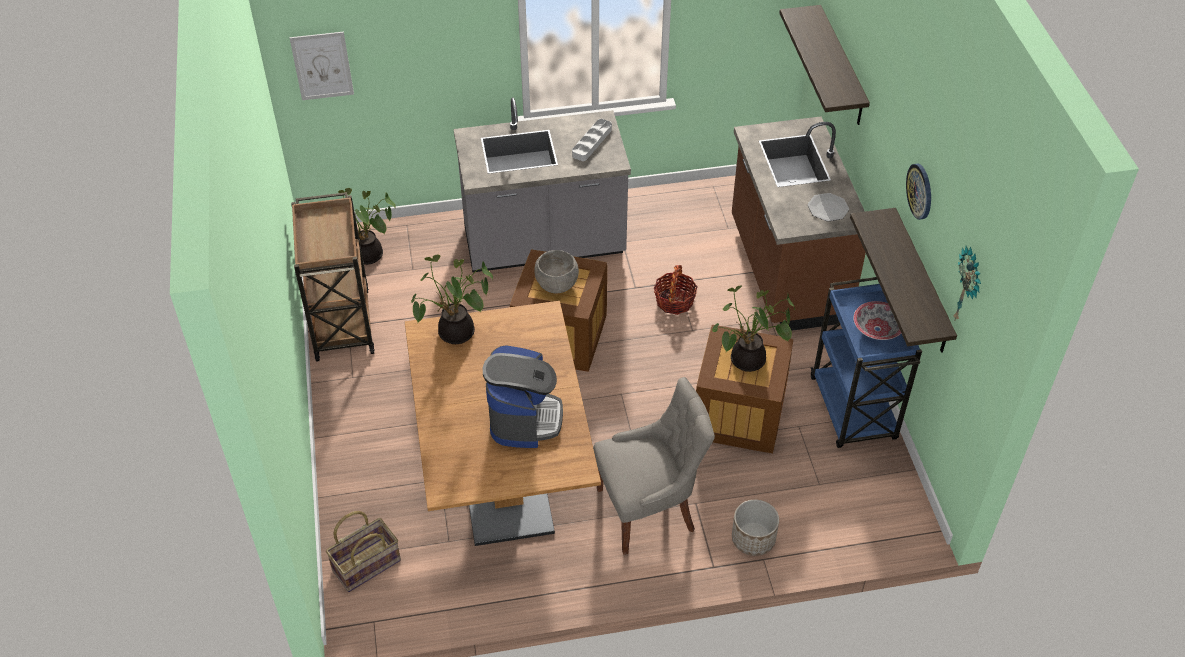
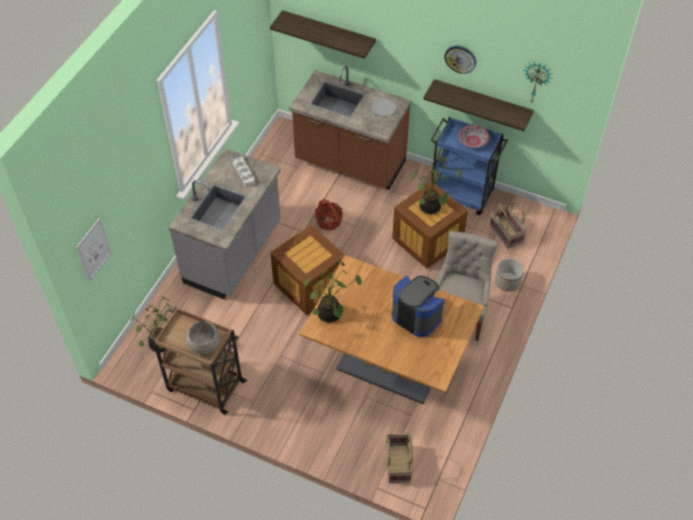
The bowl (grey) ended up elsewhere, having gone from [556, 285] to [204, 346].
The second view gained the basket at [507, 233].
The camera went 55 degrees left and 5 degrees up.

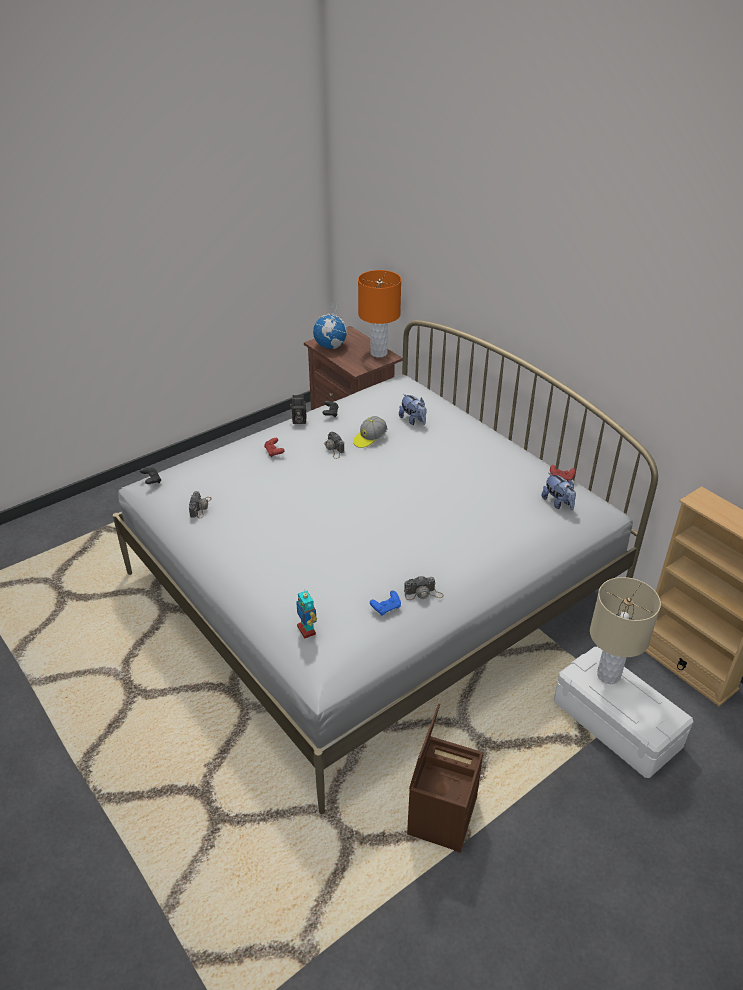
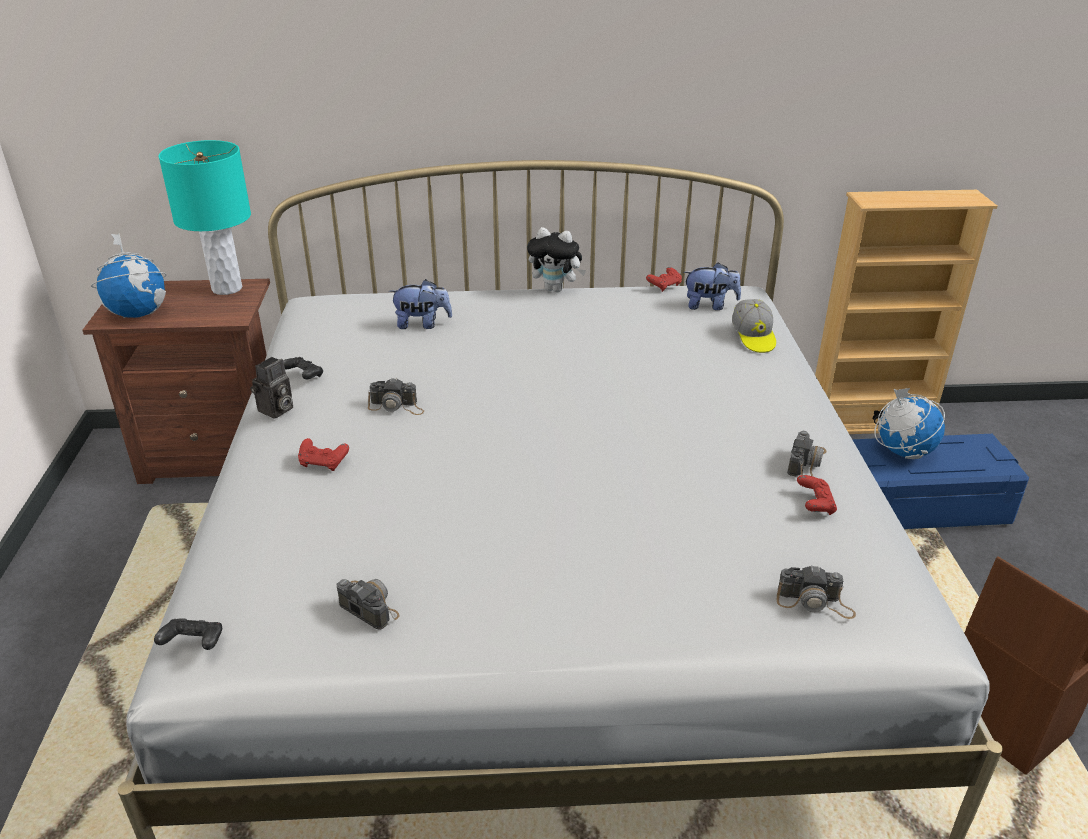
What was the table lamp (orange) at [378, 353] turned into the table lamp (turquoise) at [226, 288].
The cap ended up elsewhere, having gone from [369, 438] to [753, 337].
Where the table lamp (beige) stood at [609, 675], the globe came to stand at [903, 452].
Where the toy robot stood at [307, 630], the photo camera came to stand at [815, 602].
What was the game controller (blue) at [386, 608] turned into the game controller (red) at [815, 504].
What was the storage box (white) at [617, 724] turned into the storage box (blue) at [922, 504].
The second view gained the plush toy at [556, 289].
The camera went 55 degrees left and 5 degrees down.

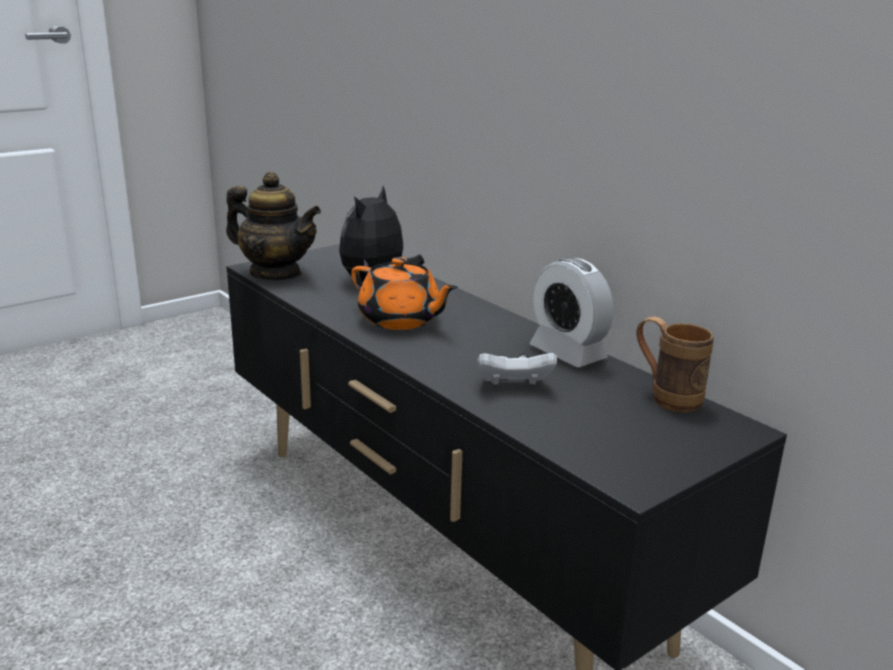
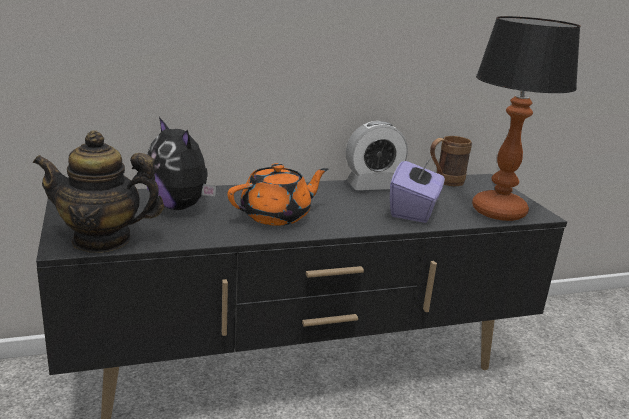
The teapot at [276, 274] ended up facing another way, 135 degrees counterclockwise from before.
Where the game controller (white) stood at [514, 386], the tissue box (purple) came to stand at [414, 210].
The second view gained the table lamp at [497, 211].
The camera went 70 degrees left and 0 degrees up.

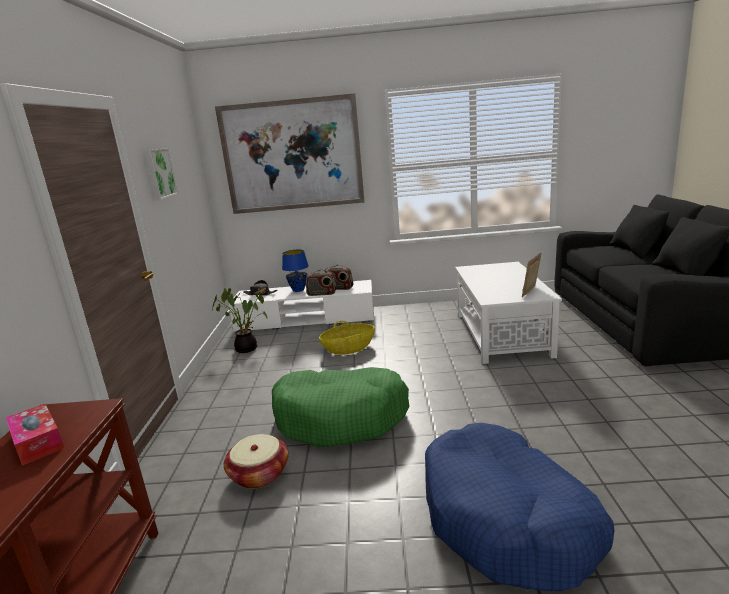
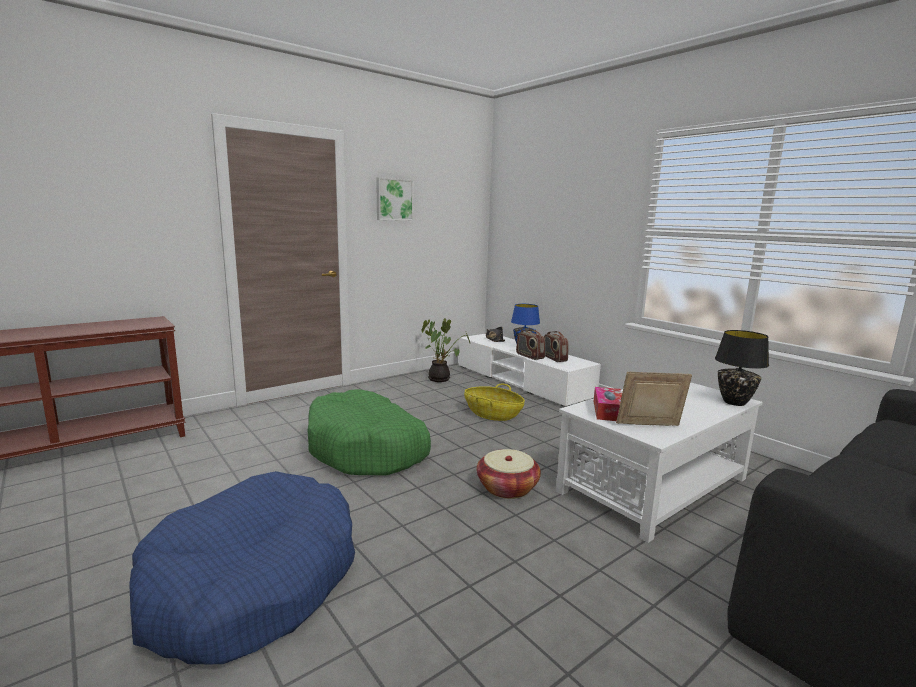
The second view lost the picture at [292, 155].
The tissue box ended up elsewhere, having gone from [38, 442] to [608, 411].
The basket ended up elsewhere, having gone from [259, 474] to [507, 488].
The second view gained the table lamp (black) at [733, 402].
The camera went 50 degrees right and 5 degrees down.

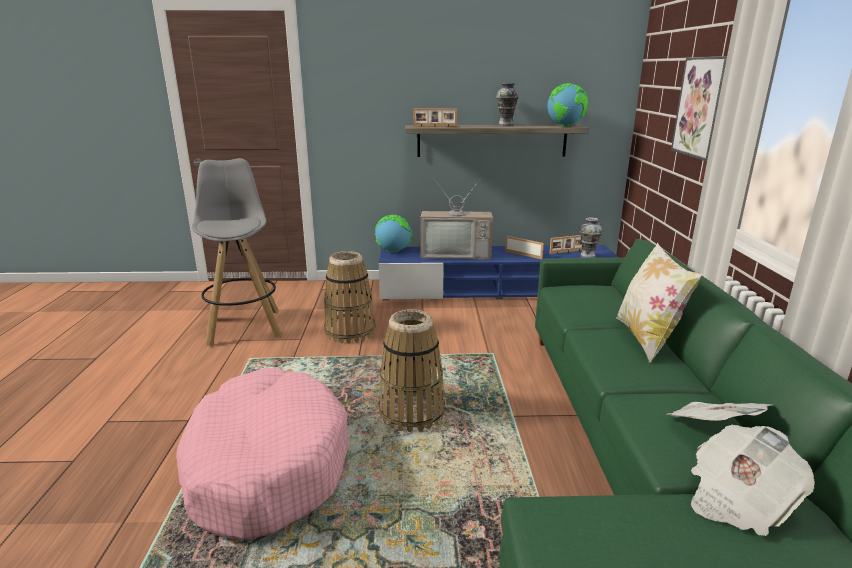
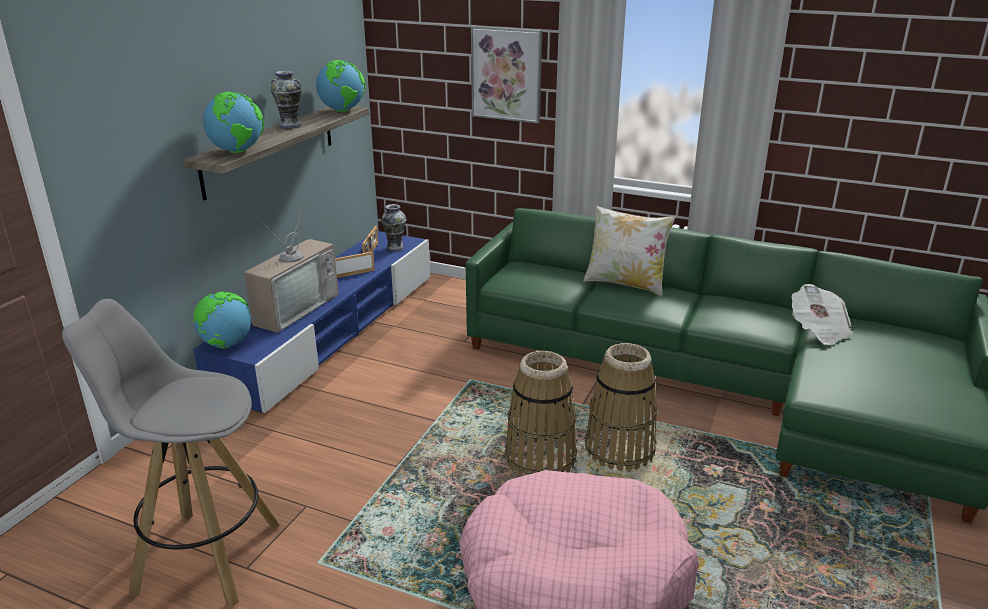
Where the picture frame stood at [435, 126], the globe came to stand at [237, 151].
The basket ended up elsewhere, having gone from [350, 331] to [619, 449].
The second view lost the newspaper at [711, 429].
The camera went 65 degrees left and 5 degrees up.

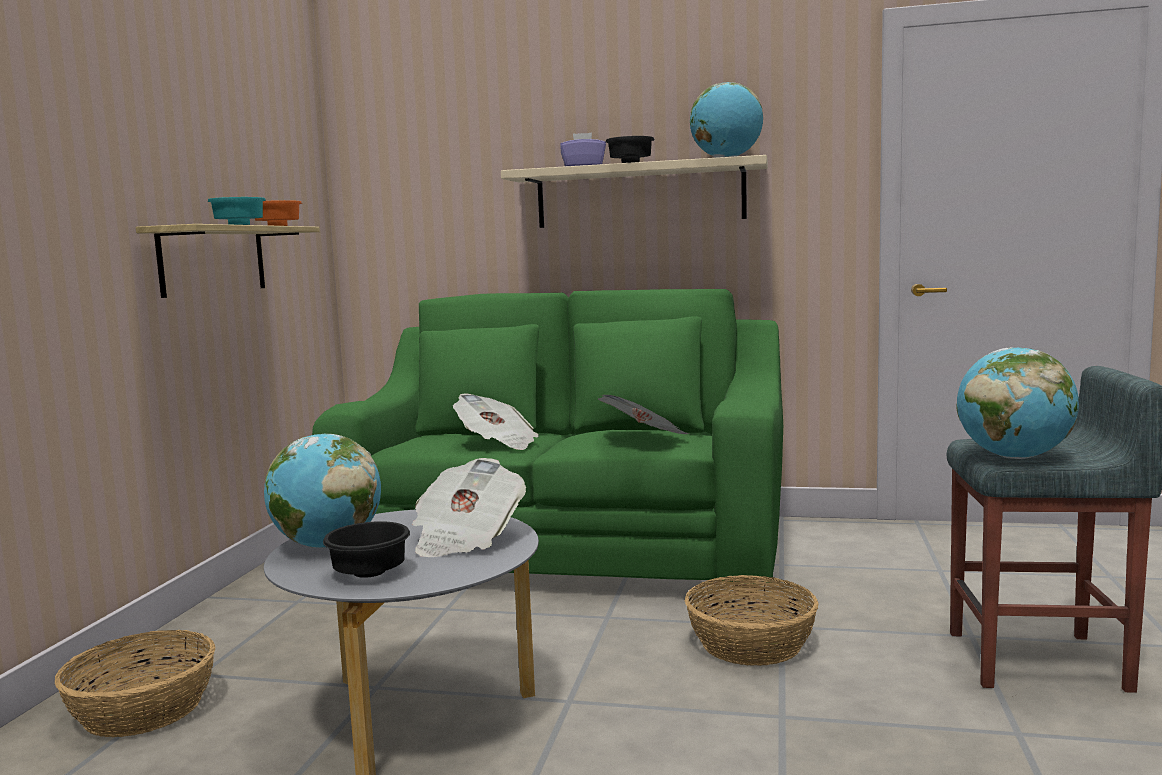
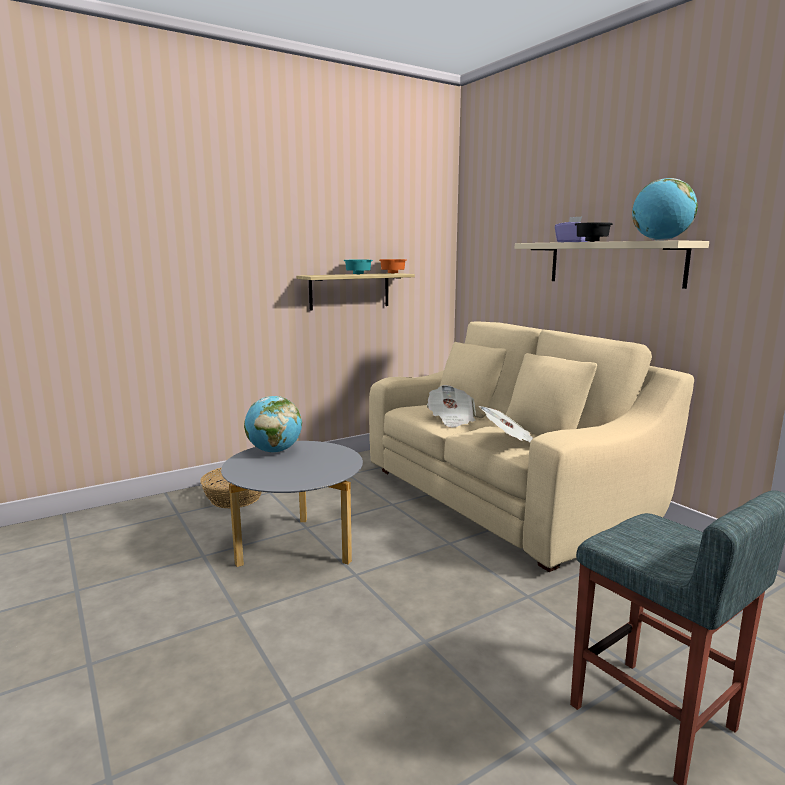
What was the sofa (green) at [567, 549] turned into the sofa (beige) at [503, 496].
The second view lost the globe at [1014, 457].
The second view lost the newspaper at [465, 539].
The second view lost the bowl (black) at [367, 573].
The second view lost the basket at [751, 643].
The camera went 45 degrees right and 5 degrees up.

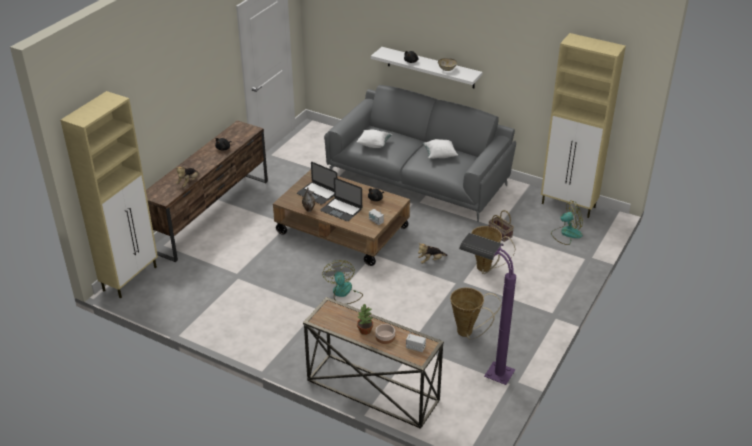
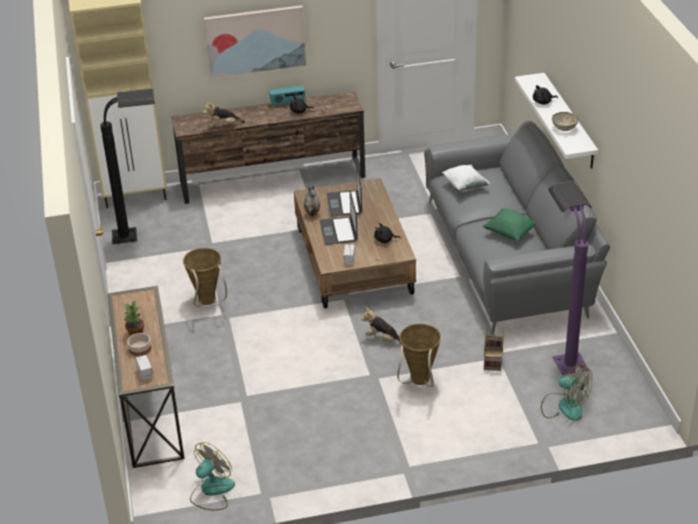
The second view lost the cabinet (beige) at [569, 206].
What was the pillow (white) at [439, 155] turned into the pillow (green) at [509, 233].
The floor lamp (purple) ended up elsewhere, having gone from [483, 369] to [562, 353].
The fan ended up elsewhere, having gone from [343, 293] to [211, 491].
The basket ended up elsewhere, having gone from [468, 333] to [207, 303].
The second view gained the picture at [255, 40].
The second view gained the radio at [287, 103].
The second view gained the floor lamp (black) at [142, 235].
The camera went 50 degrees right and 0 degrees up.

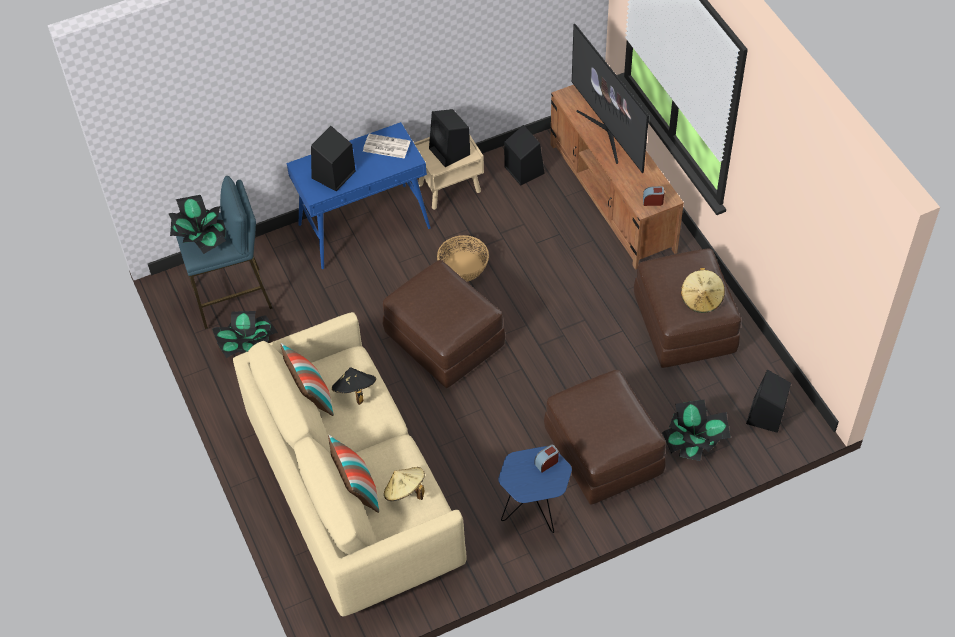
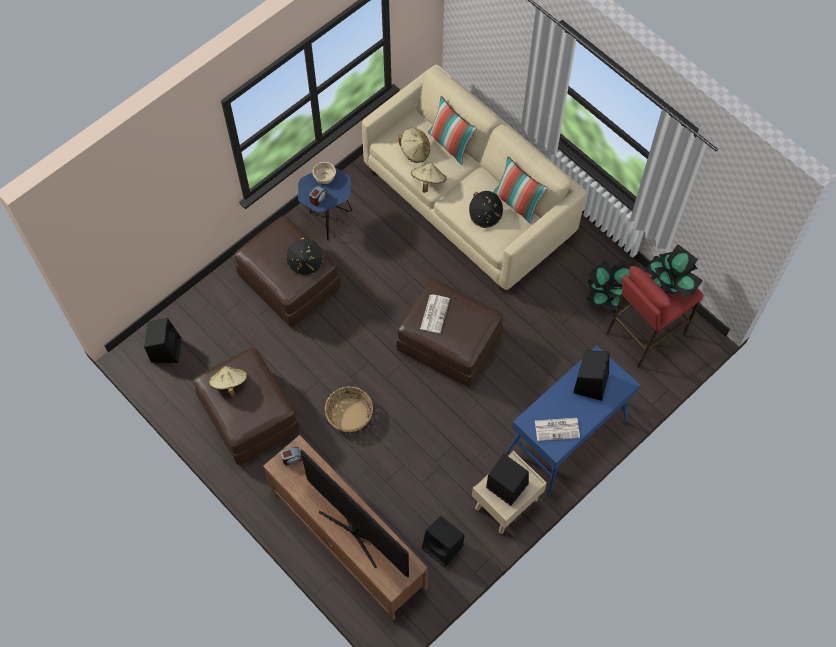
What was the stool (blue) at [232, 298] turned into the stool (red) at [644, 333].
The basket ended up elsewhere, having gone from [463, 266] to [349, 415].
The second view lost the potted plant at [694, 443].
The second view gained the bowl (beige) at [325, 178].
The second view gained the hat (beige) at [428, 182].
The second view gained the hat (black) at [305, 263].
The second view gained the newspaper at [434, 313].
The camera went 160 degrees right and 10 degrees up.

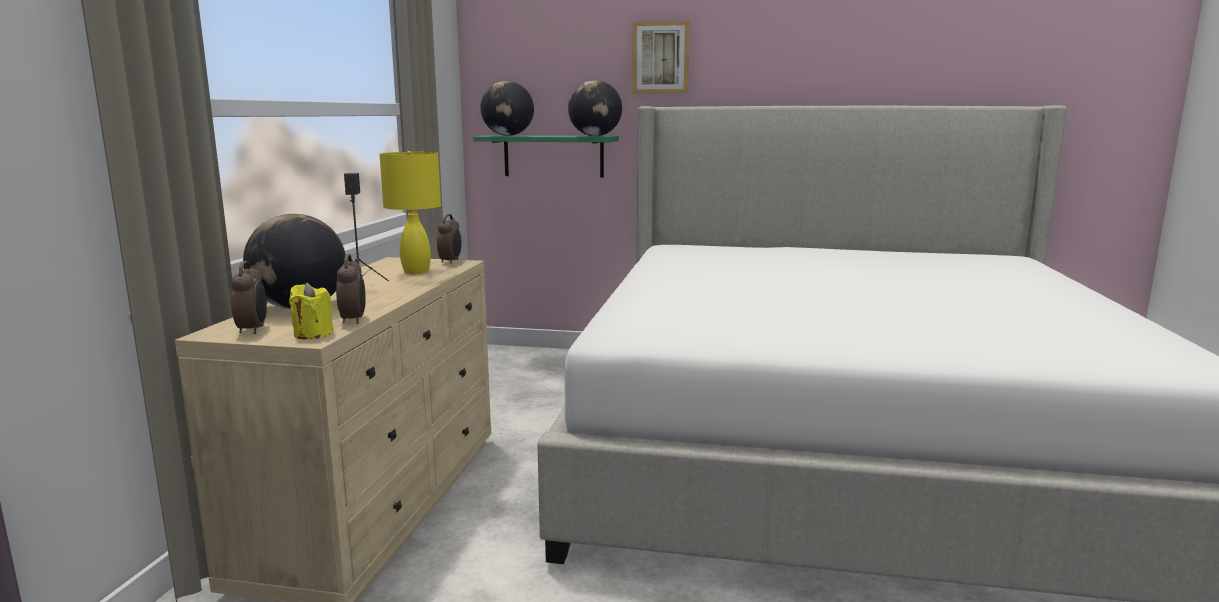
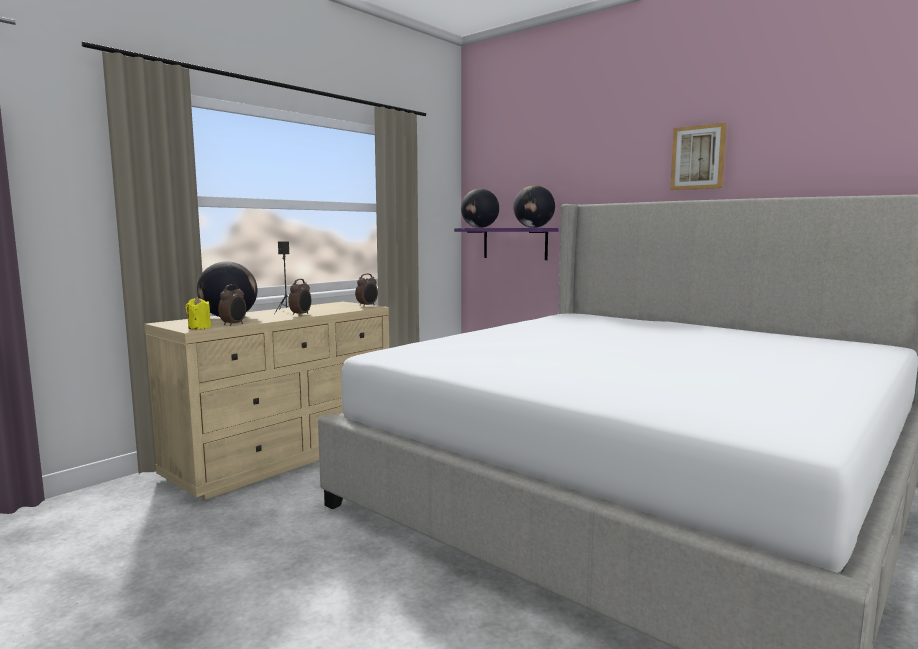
The picture ended up elsewhere, having gone from [660, 58] to [698, 157].
What was the shelf (green) at [553, 156] turned into the shelf (purple) at [515, 243].
The second view lost the table lamp (yellow) at [415, 271].
The alarm clock ended up elsewhere, having gone from [253, 330] to [301, 315].
The camera went 30 degrees right and 5 degrees down.

